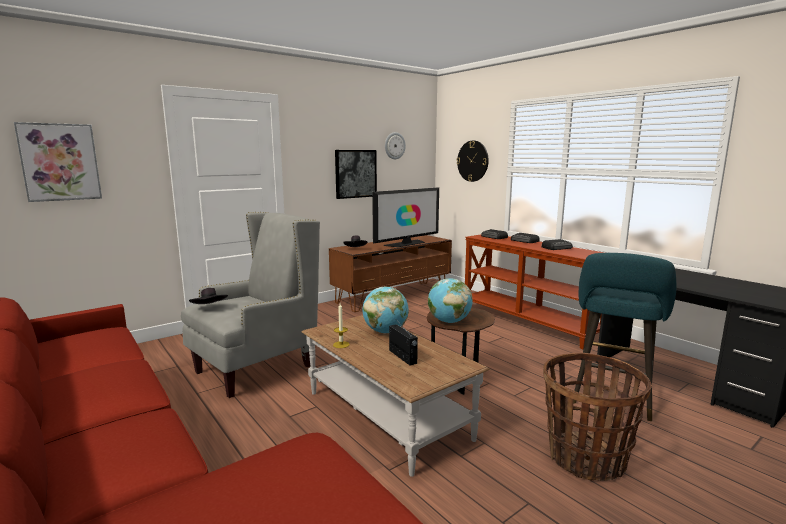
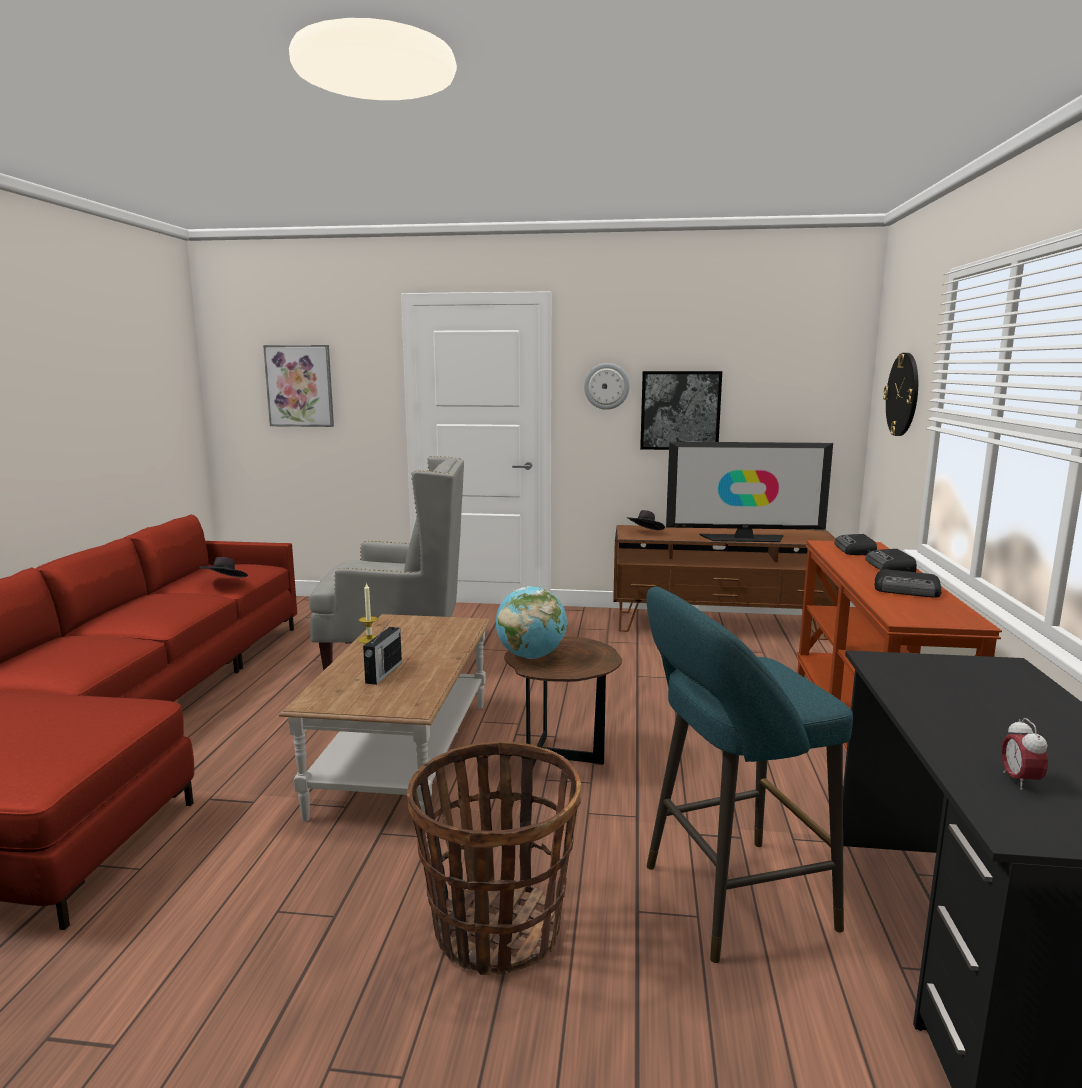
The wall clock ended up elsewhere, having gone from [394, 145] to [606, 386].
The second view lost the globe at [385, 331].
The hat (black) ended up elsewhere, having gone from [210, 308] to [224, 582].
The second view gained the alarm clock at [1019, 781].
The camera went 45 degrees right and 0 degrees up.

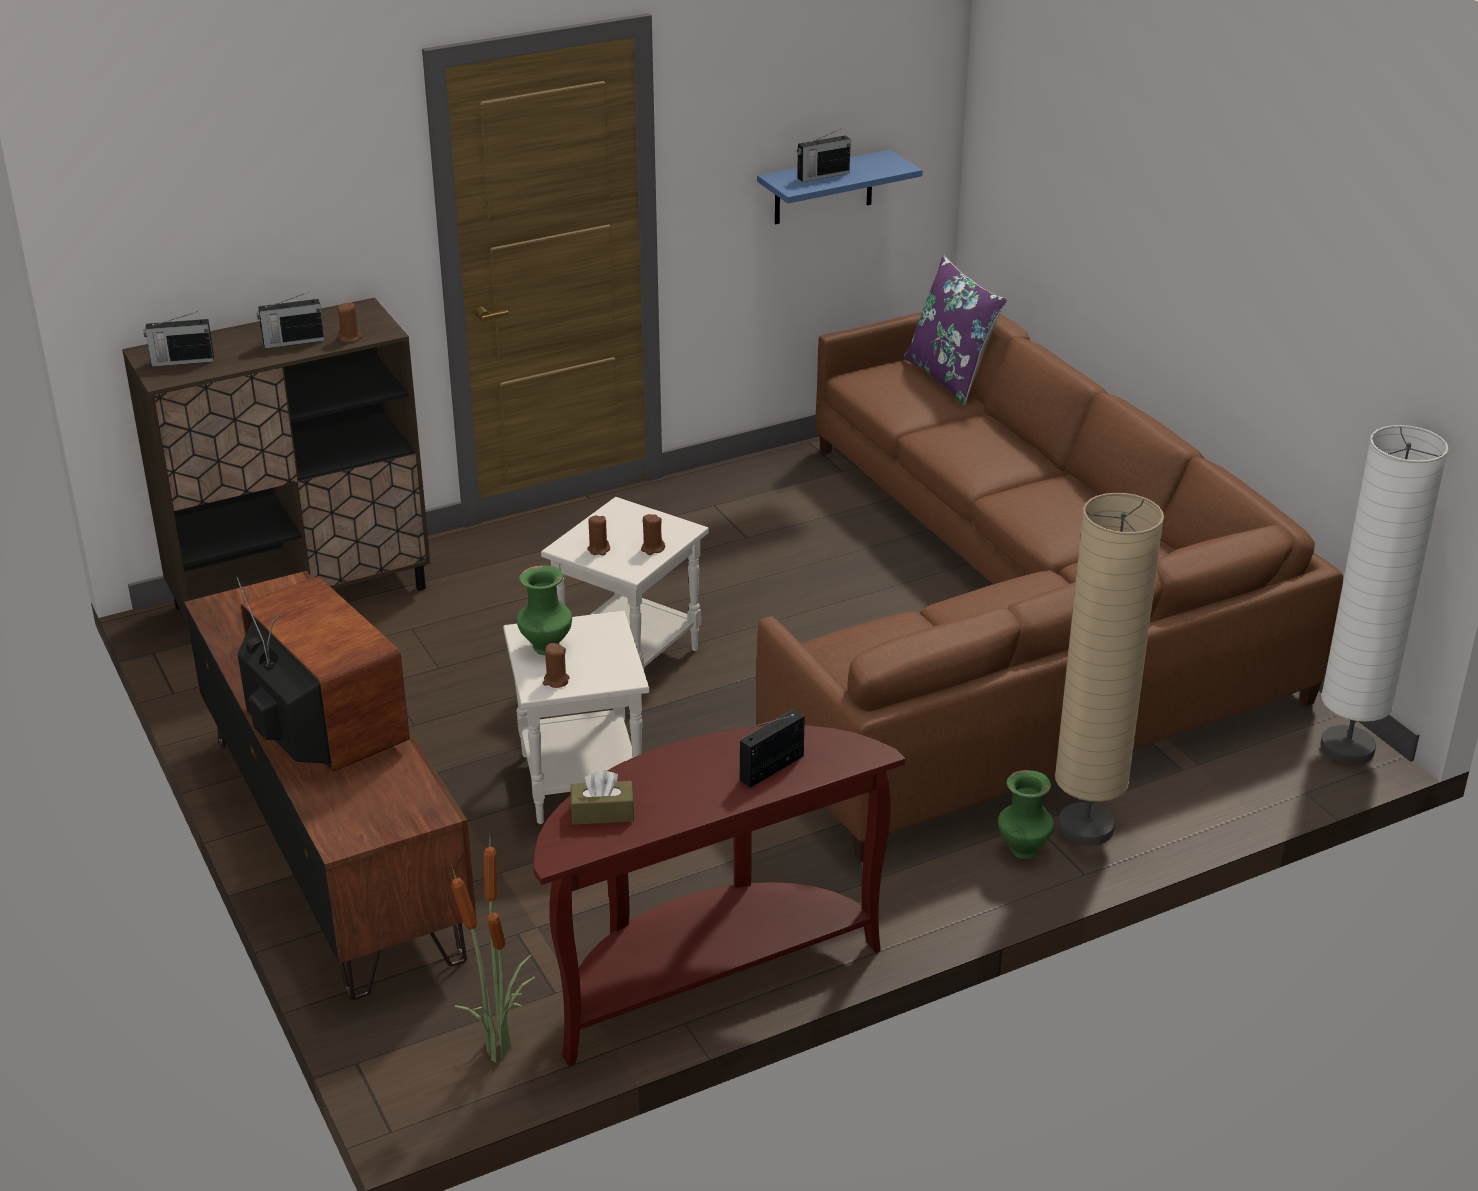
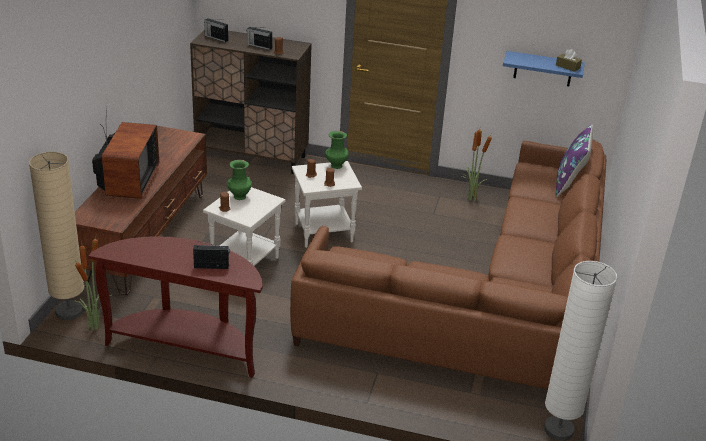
The second view lost the radio at [822, 175].
The floor lamp (beige) ended up elsewhere, having gone from [1085, 827] to [69, 312].
The tissue box (brown) ended up elsewhere, having gone from [602, 813] to [567, 66].
The vase (green) ended up elsewhere, having gone from [1023, 851] to [336, 166].
The second view gained the potted plant at [471, 199].
The camera went 40 degrees right and 0 degrees up.

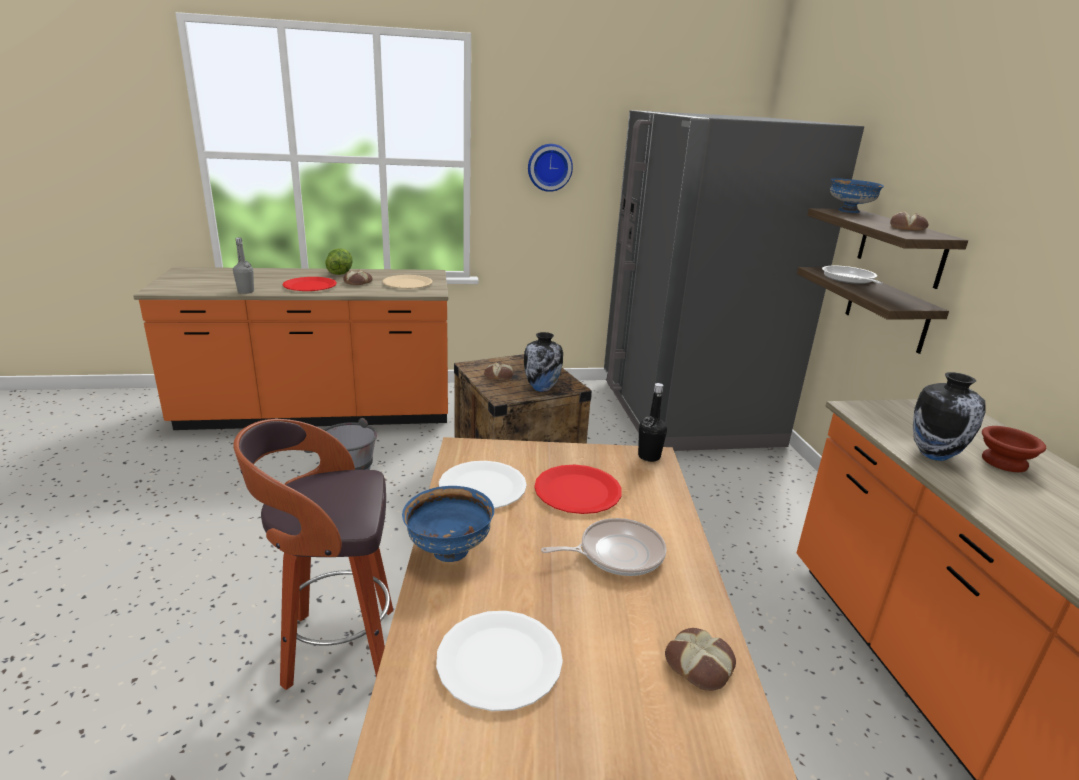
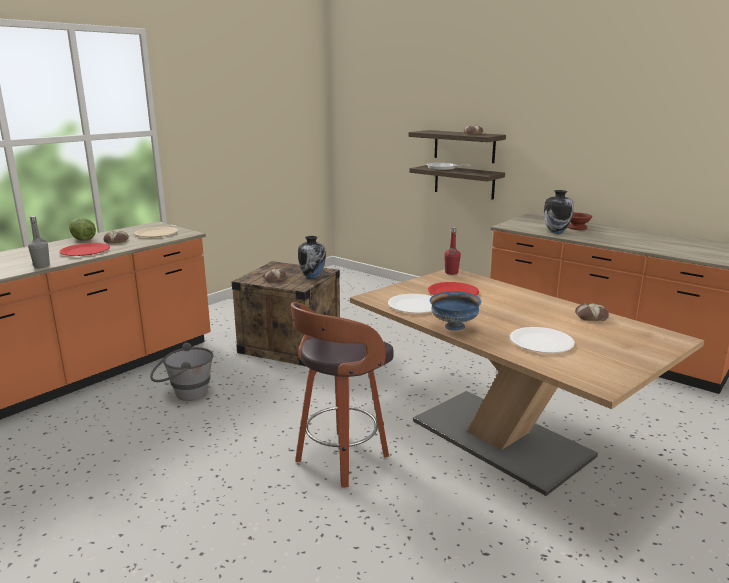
The second view lost the fridge (grey) at [687, 411].
The second view lost the wall clock at [549, 167].
The second view lost the bowl (blue) at [850, 211].
What was the bottle (black) at [649, 456] turned into the bottle (red) at [451, 273].
The second view lost the frying pan at [616, 553].
The camera went 40 degrees left and 5 degrees down.

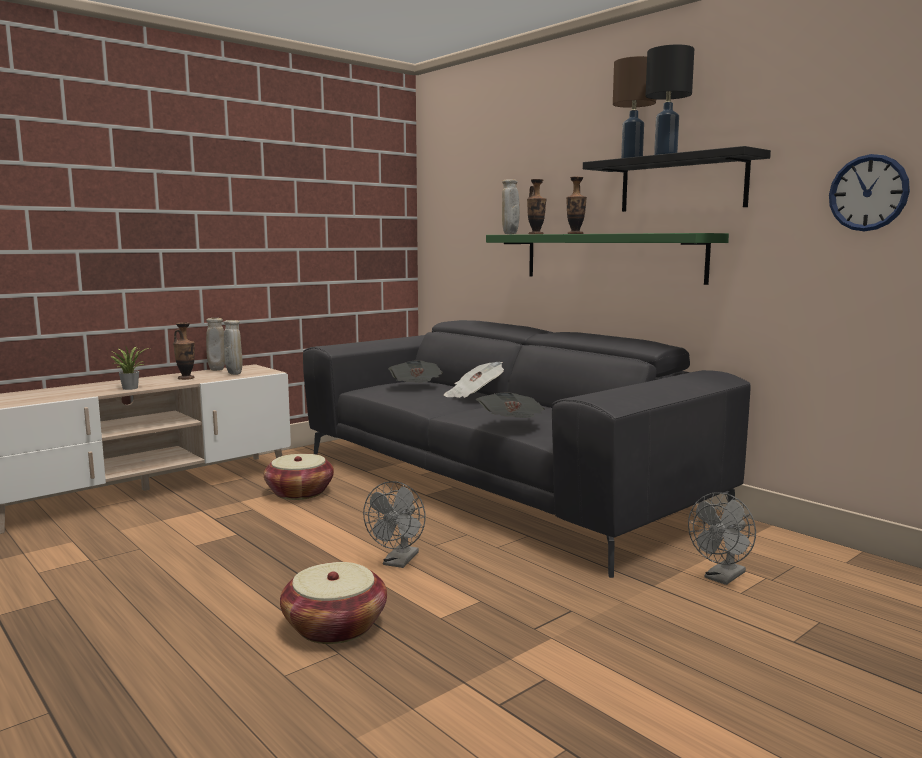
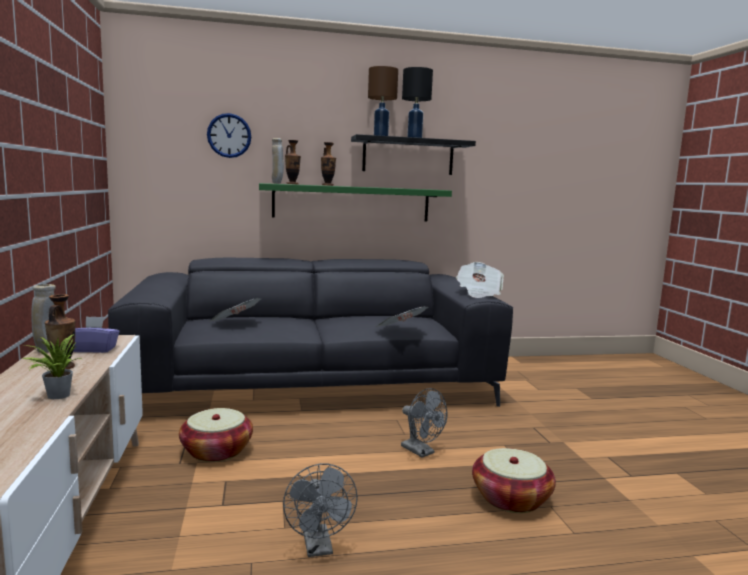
The wall clock ended up elsewhere, having gone from [868, 193] to [229, 135].
Where the vase (beige) stood at [234, 374], the tissue box (purple) came to stand at [94, 349].
The newspaper ended up elsewhere, having gone from [473, 395] to [479, 293].
The fan (grey) ended up elsewhere, having gone from [722, 578] to [319, 548].
The camera went 60 degrees left and 0 degrees up.

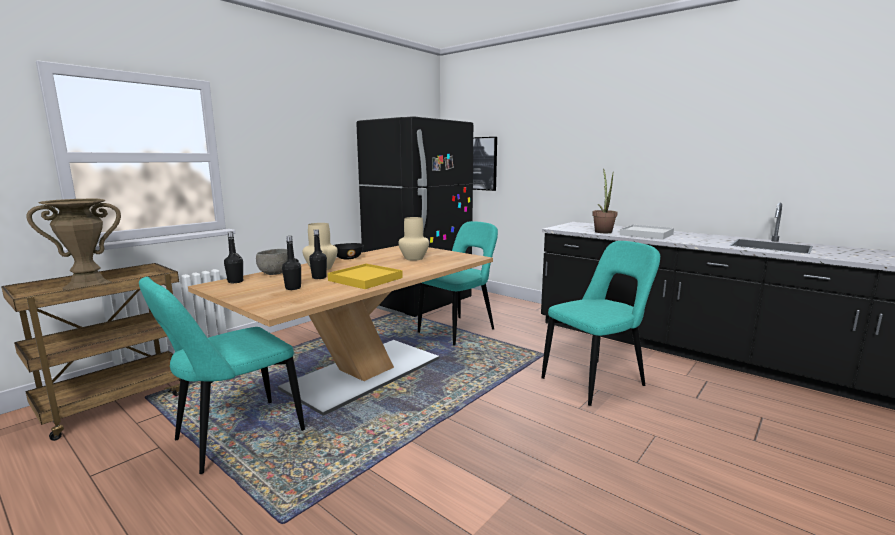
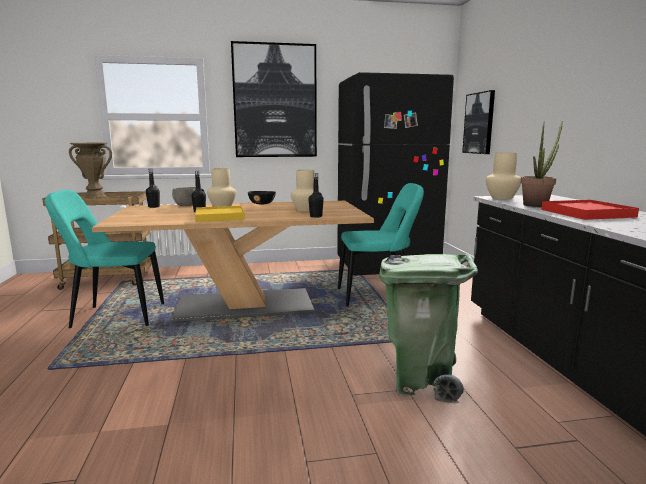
What was the tray (white) at [646, 234] turned into the tray (red) at [587, 213].
The bottle (black) ended up elsewhere, having gone from [293, 288] to [316, 216].
Where the chair (turquoise) stood at [596, 381], the trash can (green) came to stand at [422, 381].
The second view gained the picture at [275, 101].
The second view gained the vase (beige) at [501, 197].
The camera went 40 degrees right and 0 degrees up.

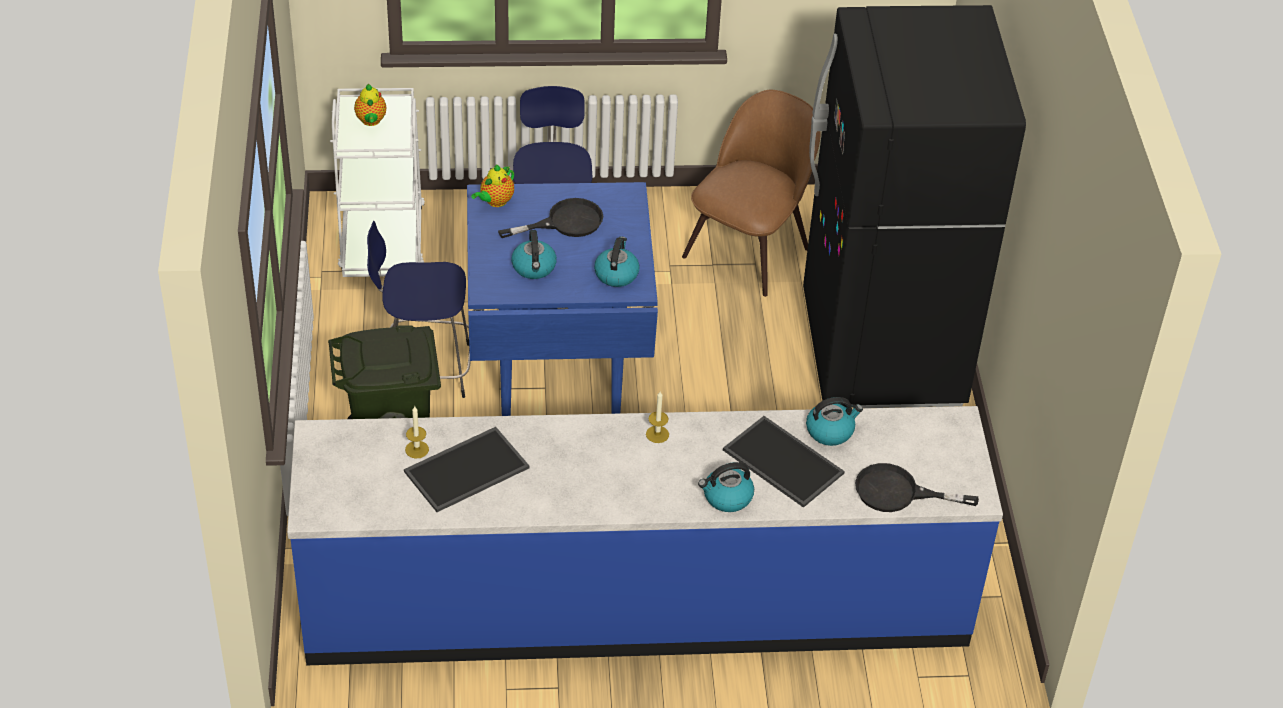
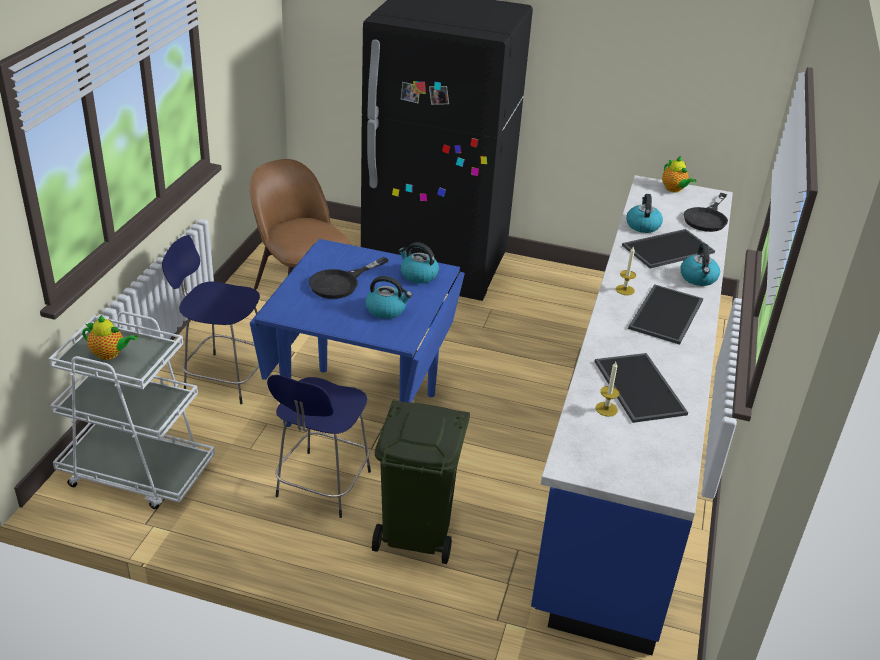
The teapot ended up elsewhere, having gone from [495, 202] to [674, 189].
The frying pan (black) at [565, 222] ended up facing another way, 135 degrees counterclockwise from before.
The second view gained the tray at [667, 315].
The camera went 70 degrees left and 10 degrees down.

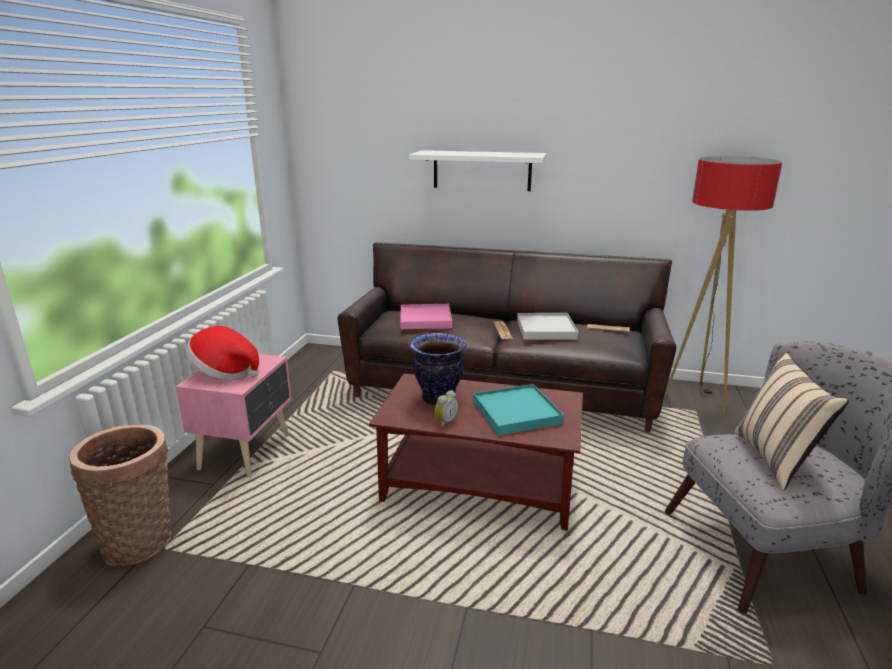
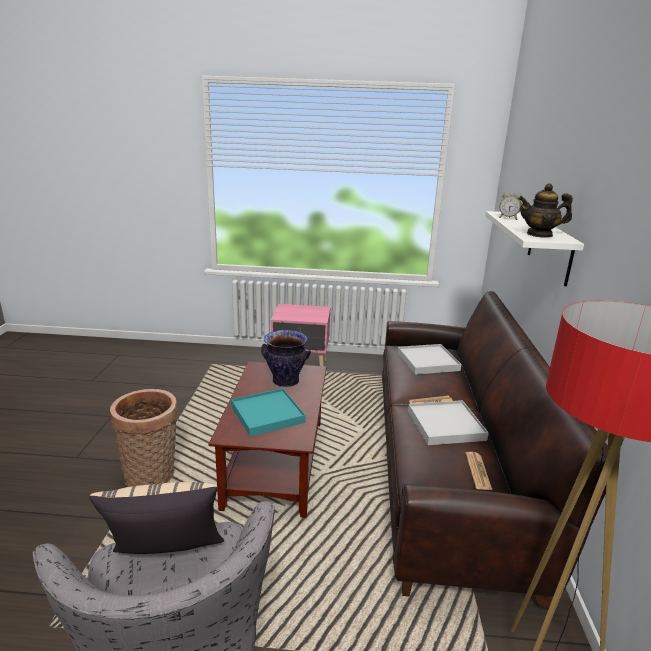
What was the tray (pink) at [425, 319] turned into the tray (white) at [427, 361].
The second view lost the hat at [225, 373].
The alarm clock ended up elsewhere, having gone from [445, 422] to [508, 218].
The basket ended up elsewhere, having gone from [141, 540] to [152, 477].
The second view gained the teapot at [539, 235].
The camera went 80 degrees right and 0 degrees up.

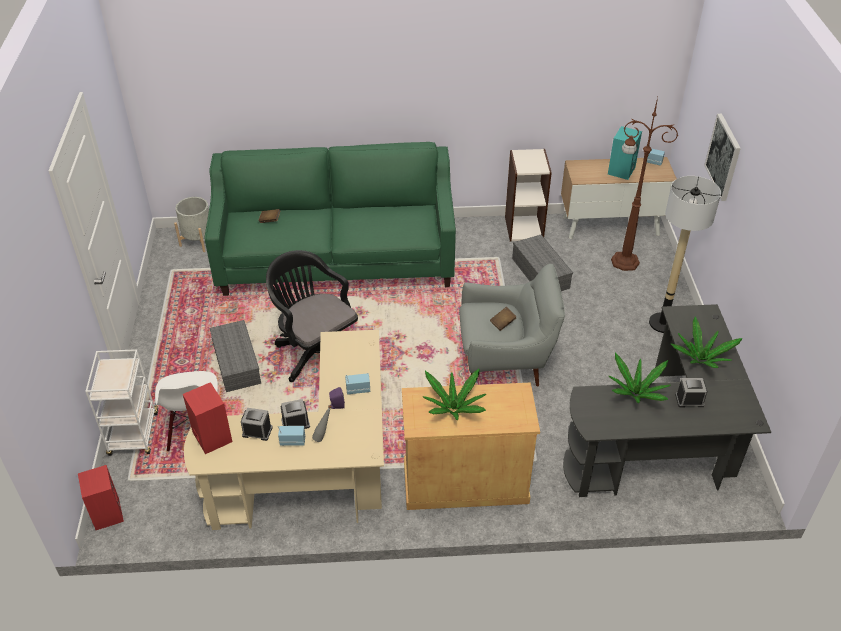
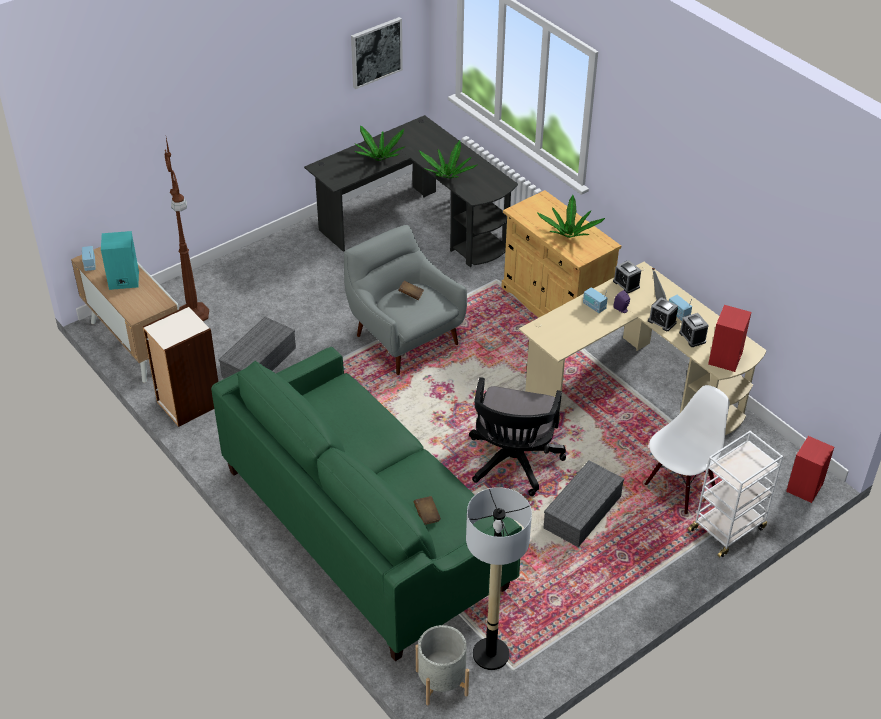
The picture ended up elsewhere, having gone from [723, 157] to [376, 52].
The floor lamp ended up elsewhere, having gone from [663, 323] to [490, 654].
The alarm clock ended up elsewhere, having gone from [689, 400] to [626, 284].
The camera went 125 degrees left and 0 degrees up.

